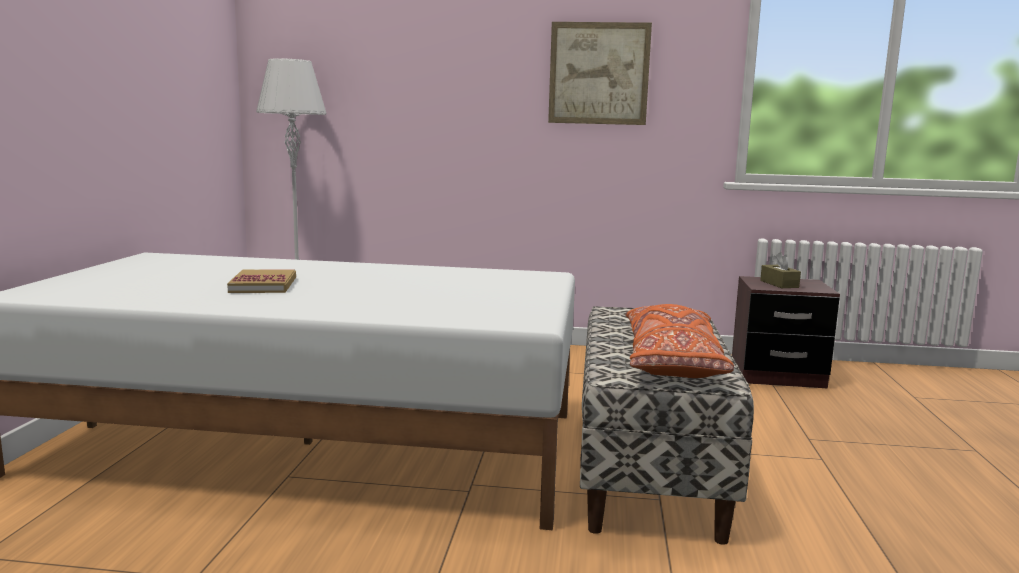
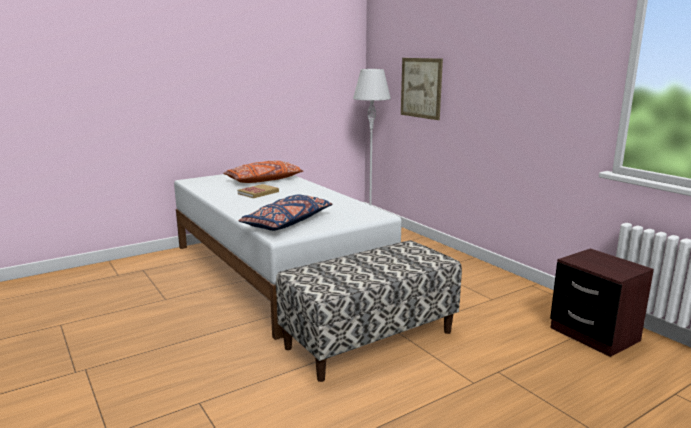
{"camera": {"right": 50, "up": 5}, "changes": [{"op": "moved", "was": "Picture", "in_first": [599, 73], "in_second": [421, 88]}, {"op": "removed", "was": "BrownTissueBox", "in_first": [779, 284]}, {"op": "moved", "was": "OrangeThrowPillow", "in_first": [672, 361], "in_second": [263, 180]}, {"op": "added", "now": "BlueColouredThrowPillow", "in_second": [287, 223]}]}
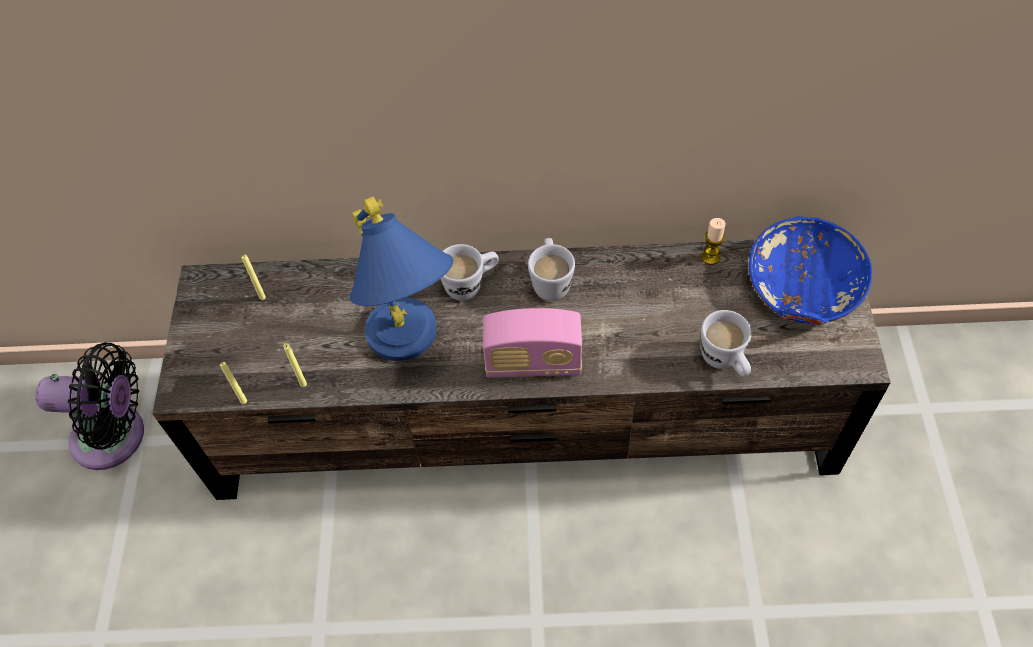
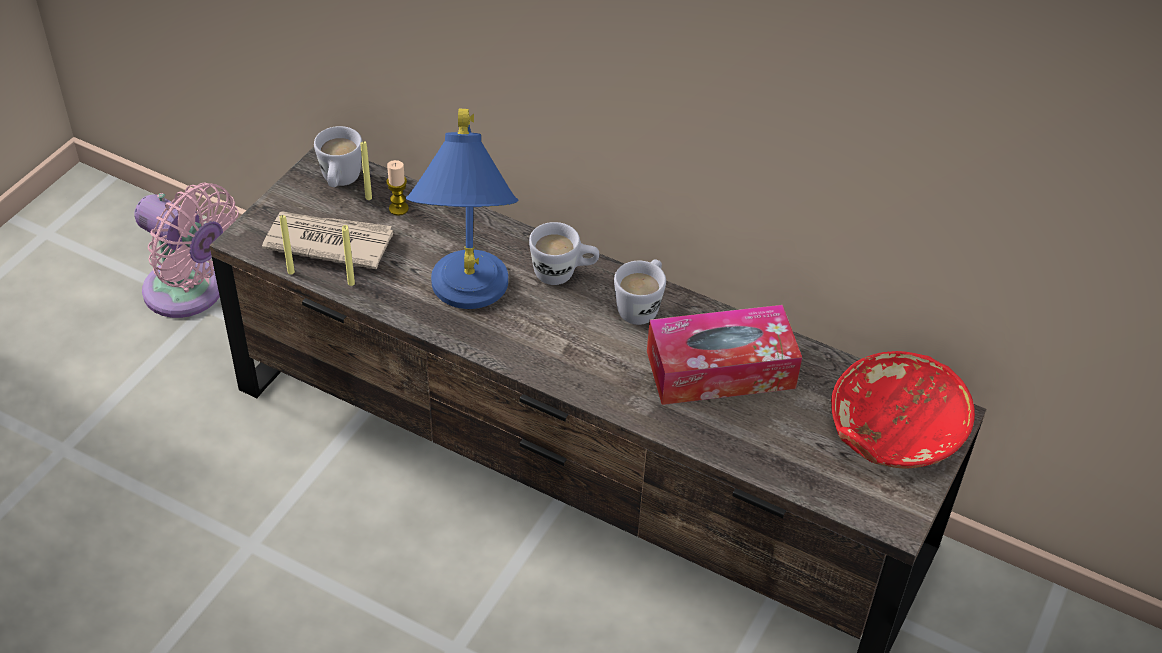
{"camera": {"right": 25, "up": -10}, "changes": [{"op": "recoloured", "was": "BlueColouredDeepDish", "now": "RedColouredDeepDish", "in_first": [803, 286], "in_second": [894, 429]}, {"op": "moved", "was": "WaxCandle", "in_first": [710, 257], "in_second": [398, 208]}, {"op": "removed", "was": "RadioSet", "in_first": [533, 363]}, {"op": "moved", "was": "WhiteCoffeeMug", "in_first": [725, 362], "in_second": [340, 182]}, {"op": "recoloured", "was": "BlackElectricFan", "now": "PinkColouredElectricFan", "in_first": [116, 437], "in_second": [190, 293]}, {"op": "added", "now": "Newspaper", "in_second": [328, 242]}, {"op": "added", "now": "TissueBox", "in_second": [720, 369]}]}
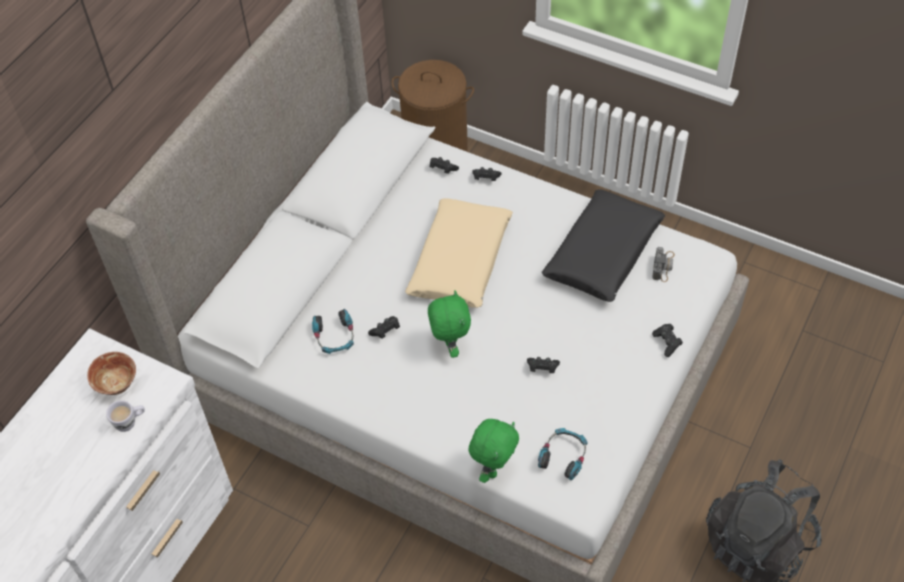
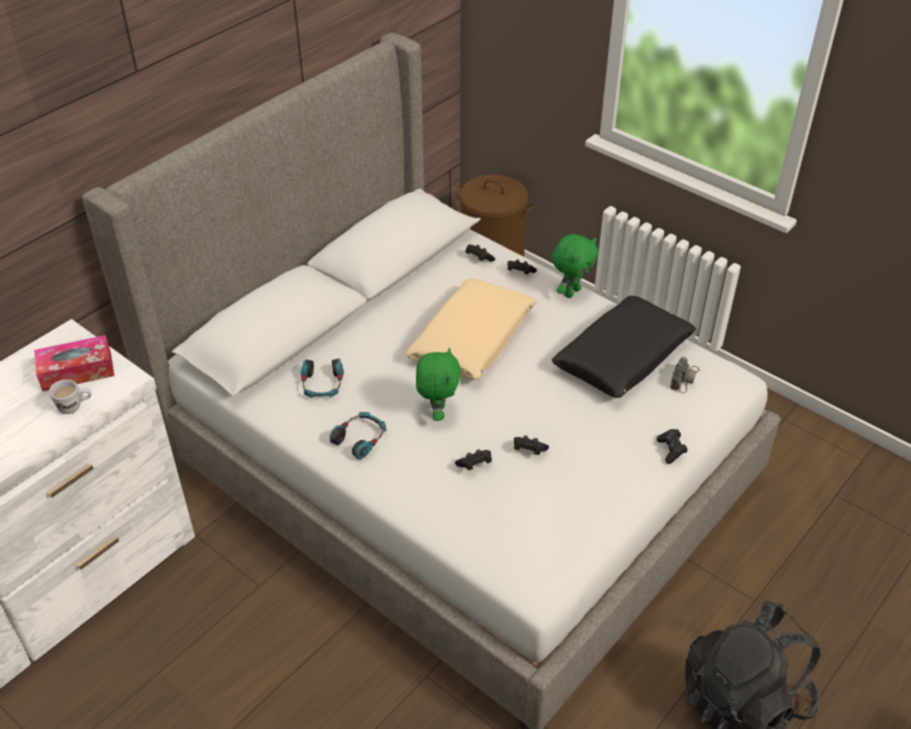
{"camera": {"right": 10, "up": -10}, "changes": [{"op": "moved", "was": "BlackGameController", "in_first": [385, 331], "in_second": [475, 465]}, {"op": "replaced", "was": "DeepDish", "now": "TissueBox", "in_first": [117, 384], "in_second": [77, 371]}, {"op": "moved", "was": "GreenColouredPlushToy", "in_first": [493, 468], "in_second": [571, 292]}, {"op": "moved", "was": "PairOfHeadphones", "in_first": [563, 456], "in_second": [360, 439]}]}
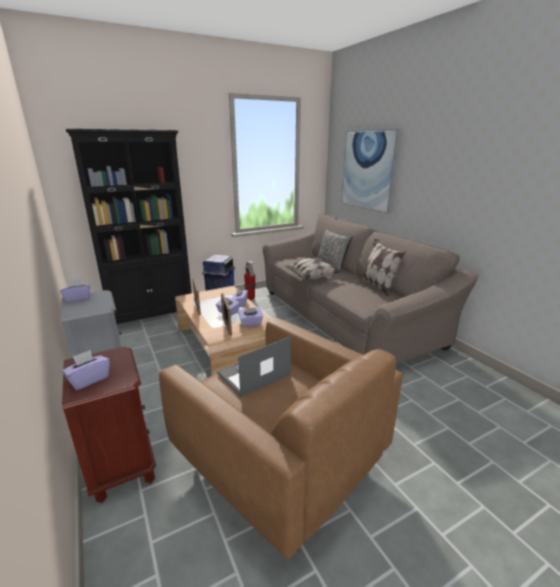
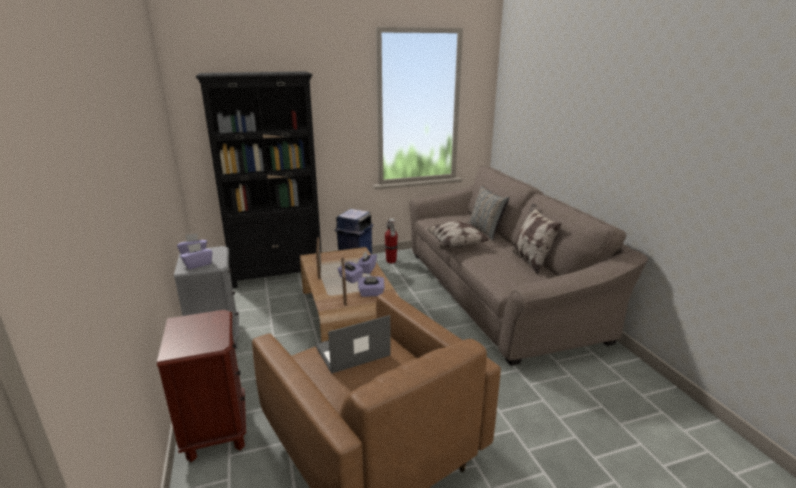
{"camera": {"right": 10, "up": 0}, "changes": [{"op": "removed", "was": "Picture", "in_first": [368, 170]}, {"op": "moved", "was": "PurpleTissueBox", "in_first": [89, 380], "in_second": [198, 264]}]}
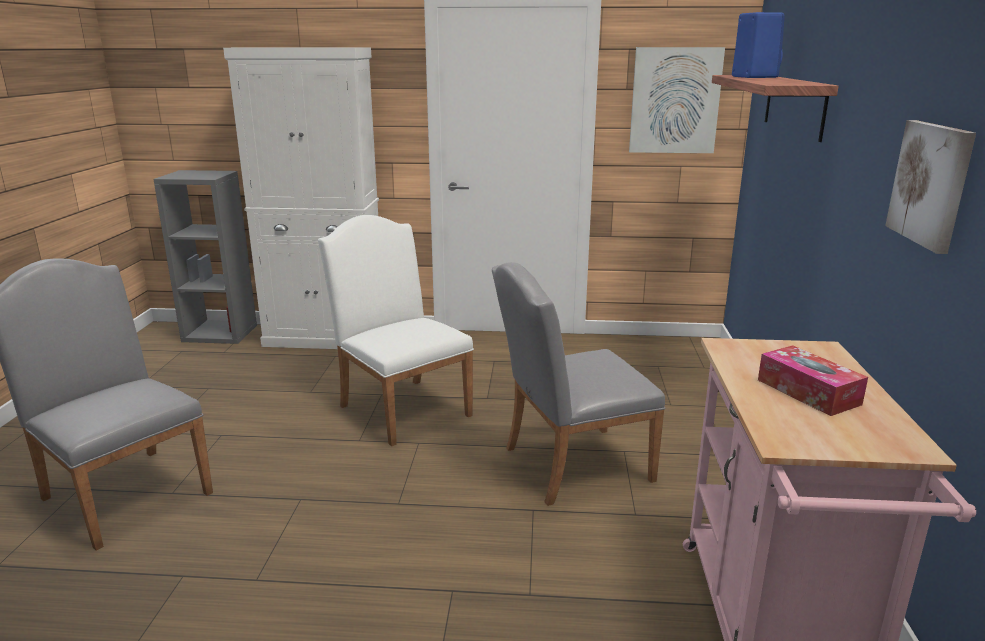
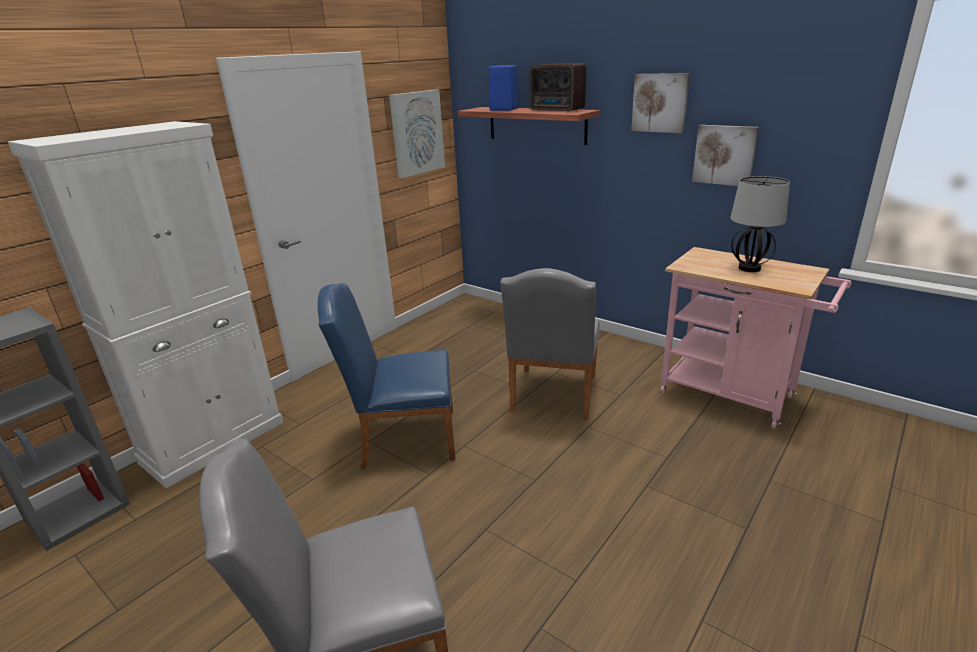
{"camera": {"right": -55, "up": 5}, "changes": [{"op": "recoloured", "was": "WhiteUprightChair", "now": "BlueColouredUprightChair", "in_first": [400, 407], "in_second": [401, 438]}, {"op": "replaced", "was": "TissueBox", "now": "TableLamp", "in_first": [808, 392], "in_second": [749, 268]}, {"op": "added", "now": "RadioSet", "in_second": [557, 110]}, {"op": "added", "now": "Picture", "in_second": [660, 103]}]}
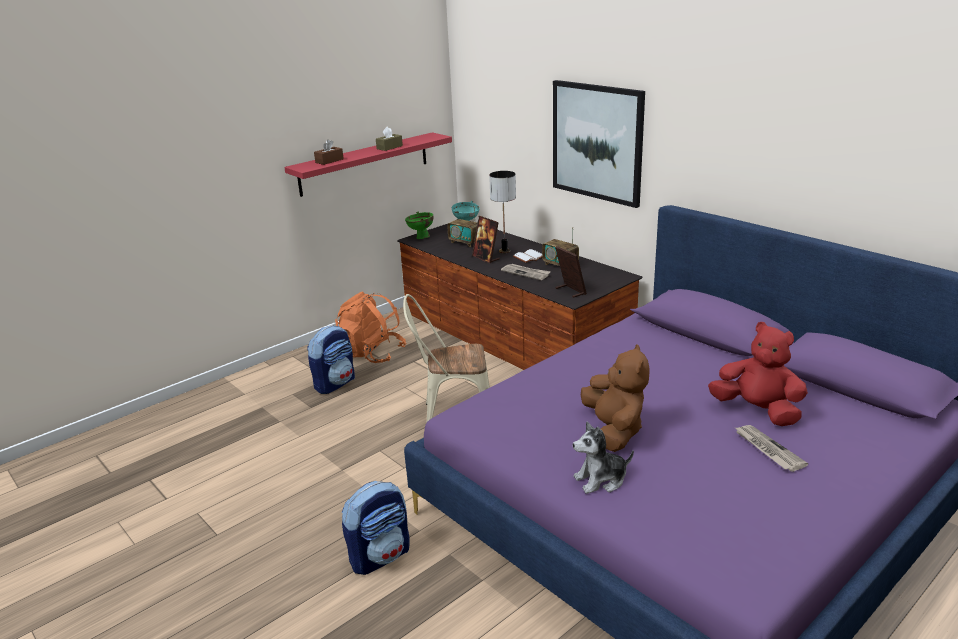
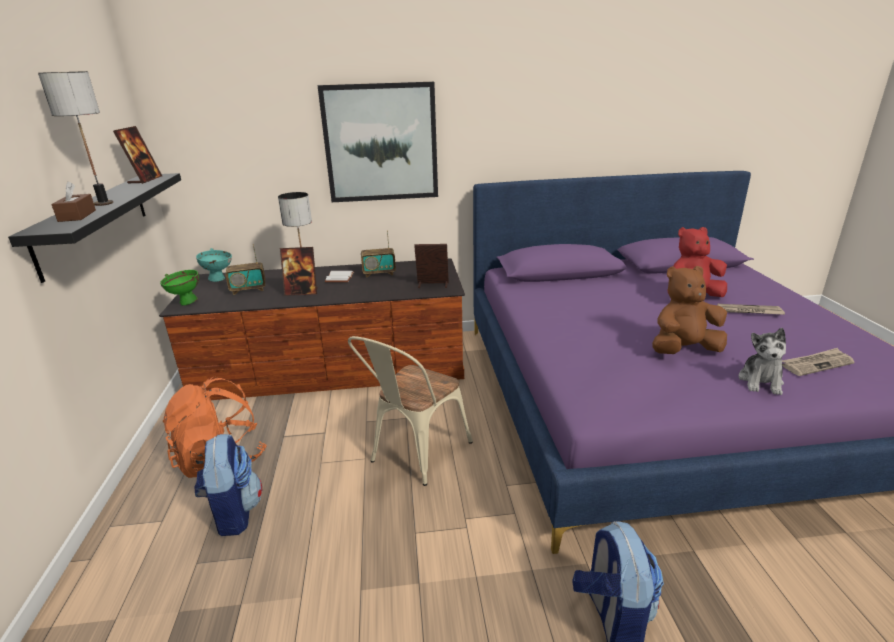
{"camera": {"right": -55, "up": 0}, "changes": [{"op": "removed", "was": "BrownTissueBox", "in_first": [389, 147]}, {"op": "recoloured", "was": "RedColouredShelf", "now": "BlackShelf", "in_first": [364, 163], "in_second": [95, 221]}, {"op": "moved", "was": "Newspaper", "in_first": [526, 273], "in_second": [816, 364]}, {"op": "turned", "was": "BrownPlushToy", "in_first": [614, 431], "in_second": [683, 350], "clockwise": -45}, {"op": "added", "now": "TableLamp", "in_second": [104, 203]}, {"op": "added", "now": "PictureFrame", "in_second": [145, 180]}]}
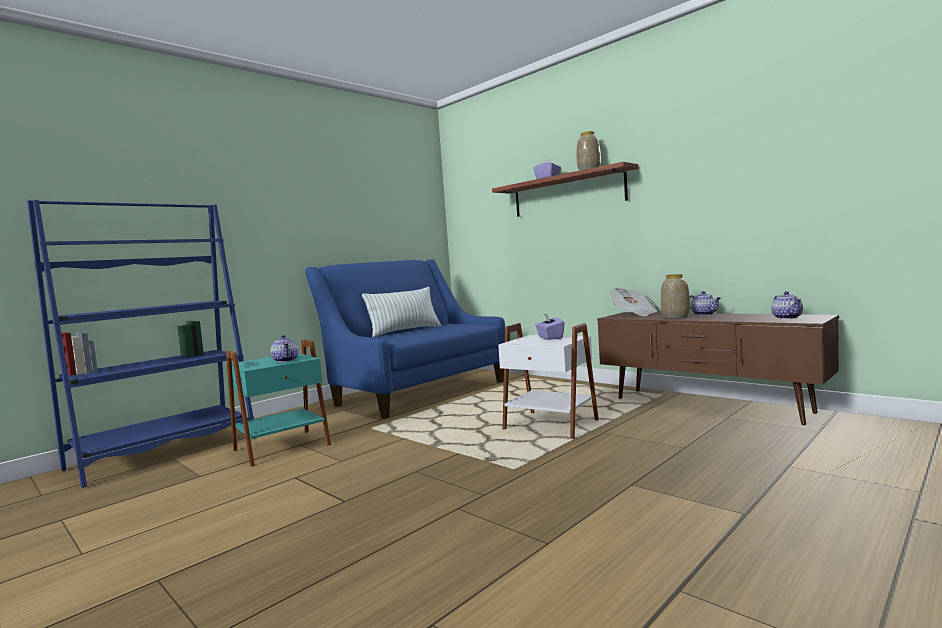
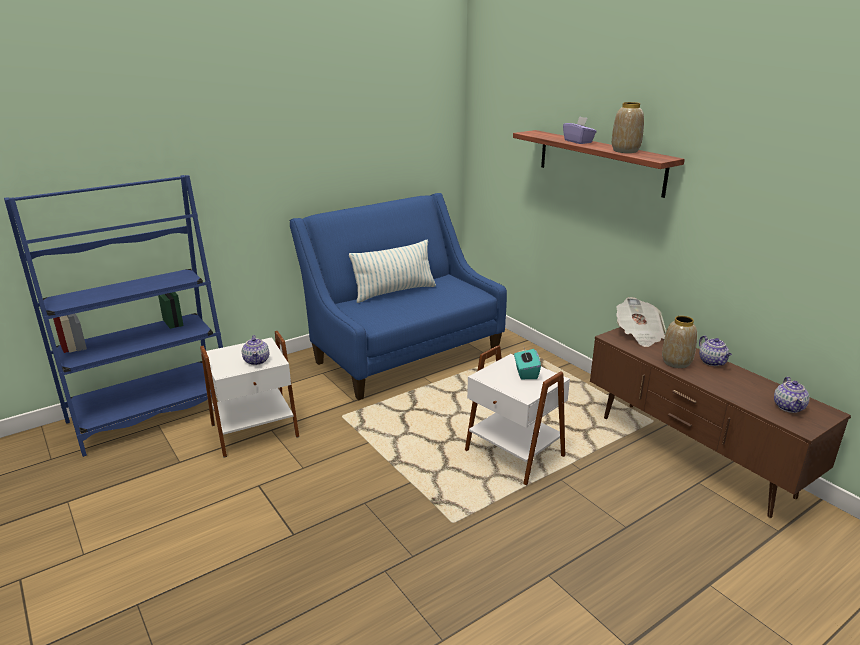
{"camera": {"right": 10, "up": 20}, "changes": [{"op": "recoloured", "was": "PurpleTissueBox", "now": "TurquoiseTissueBox", "in_first": [550, 338], "in_second": [526, 373]}, {"op": "recoloured", "was": "TurquoiseAccentTable", "now": "WhiteAccentTable", "in_first": [283, 448], "in_second": [255, 431]}]}
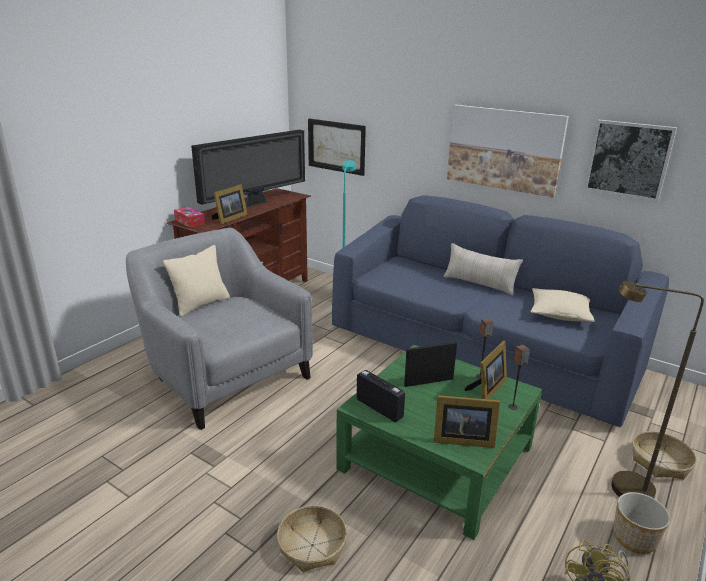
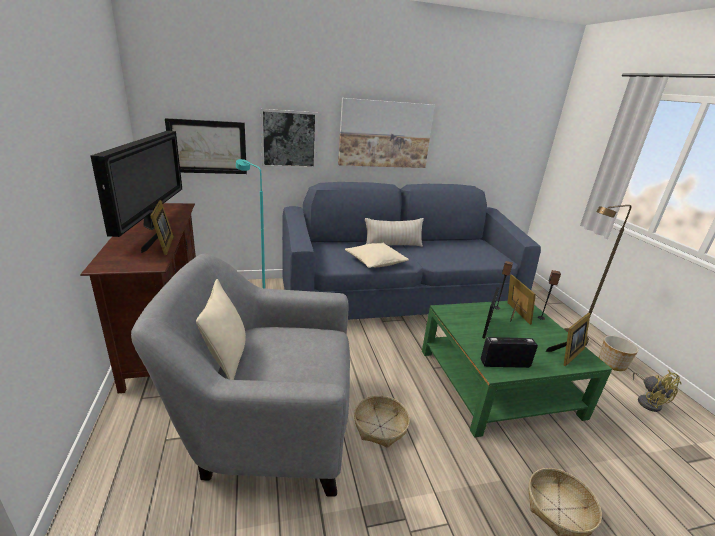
{"camera": {"right": -50, "up": 0}, "changes": [{"op": "moved", "was": "Picture", "in_first": [628, 159], "in_second": [289, 139]}, {"op": "removed", "was": "TissueBox", "in_first": [189, 222]}, {"op": "moved", "was": "BeigeColouredThrowPillow", "in_first": [560, 313], "in_second": [375, 262]}, {"op": "moved", "was": "StorageBasket", "in_first": [660, 462], "in_second": [380, 426]}]}
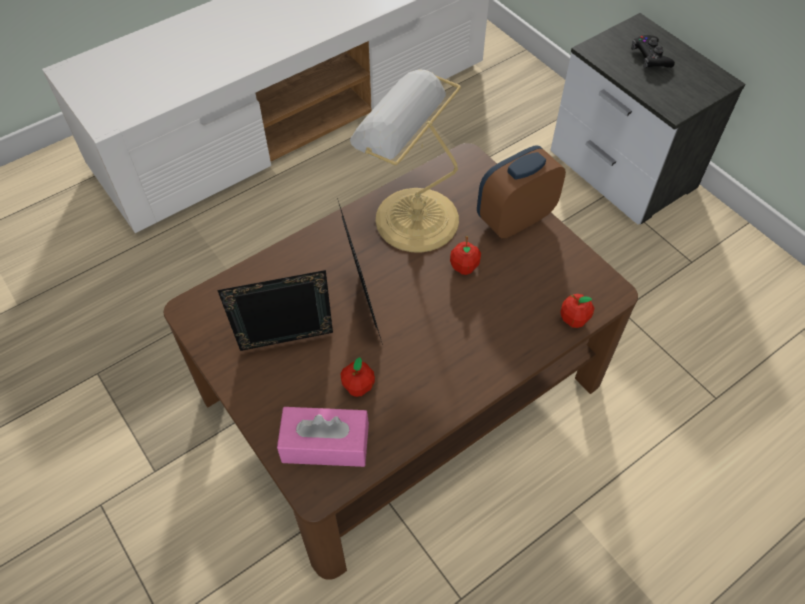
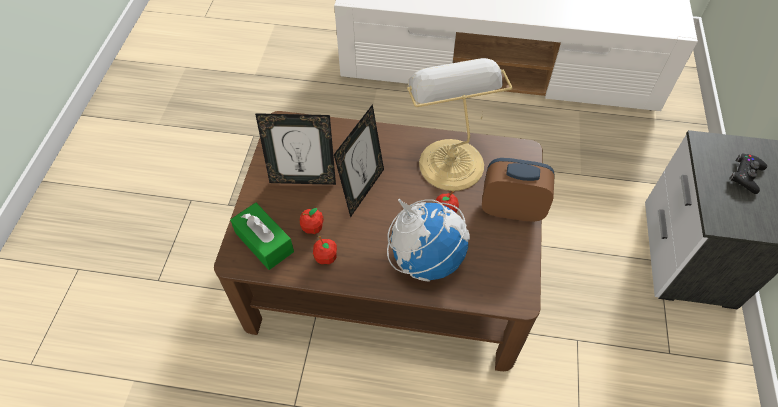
{"camera": {"right": 45, "up": 0}, "changes": [{"op": "turned", "was": "PictureFrame", "in_first": [288, 348], "in_second": [303, 179], "clockwise": 150}, {"op": "moved", "was": "AppleFruit", "in_first": [573, 320], "in_second": [326, 258]}, {"op": "recoloured", "was": "PinkColouredTissueBox", "now": "GreenColouredTissueBox", "in_first": [325, 444], "in_second": [264, 242]}, {"op": "added", "now": "DeskGlobe", "in_second": [426, 259]}]}
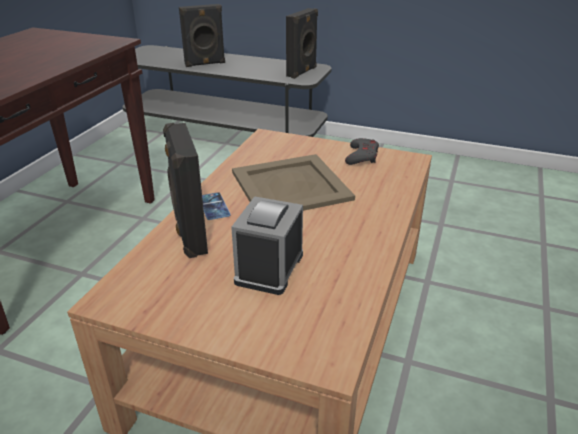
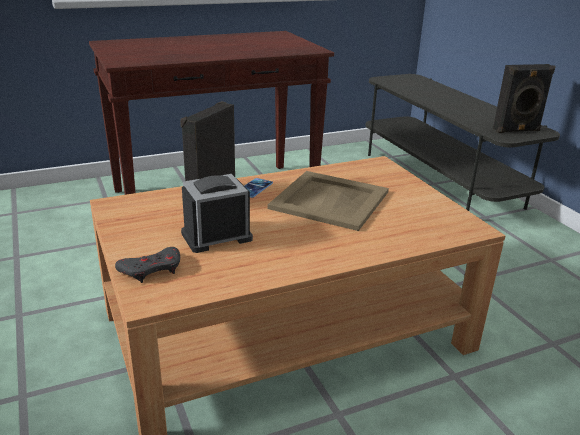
{"camera": {"right": 45, "up": -5}, "changes": [{"op": "removed", "was": "BlackLoudspeaker", "in_first": [205, 64]}, {"op": "moved", "was": "GreyGameController", "in_first": [362, 156], "in_second": [152, 269]}]}
